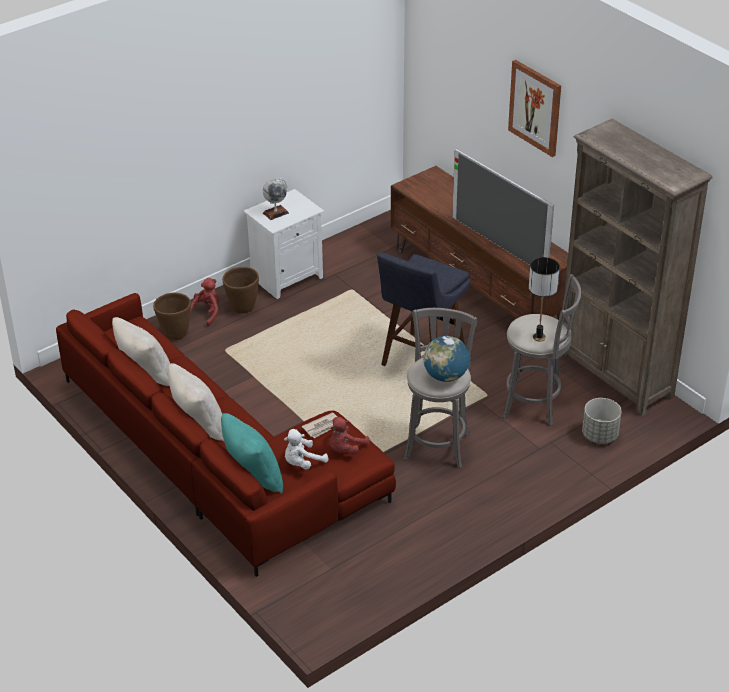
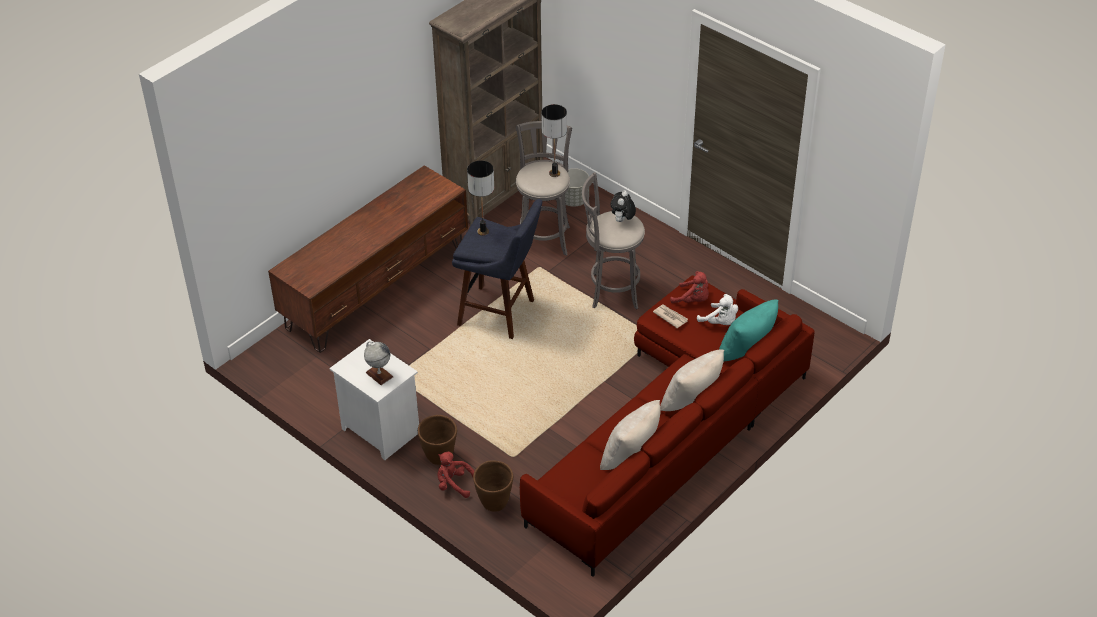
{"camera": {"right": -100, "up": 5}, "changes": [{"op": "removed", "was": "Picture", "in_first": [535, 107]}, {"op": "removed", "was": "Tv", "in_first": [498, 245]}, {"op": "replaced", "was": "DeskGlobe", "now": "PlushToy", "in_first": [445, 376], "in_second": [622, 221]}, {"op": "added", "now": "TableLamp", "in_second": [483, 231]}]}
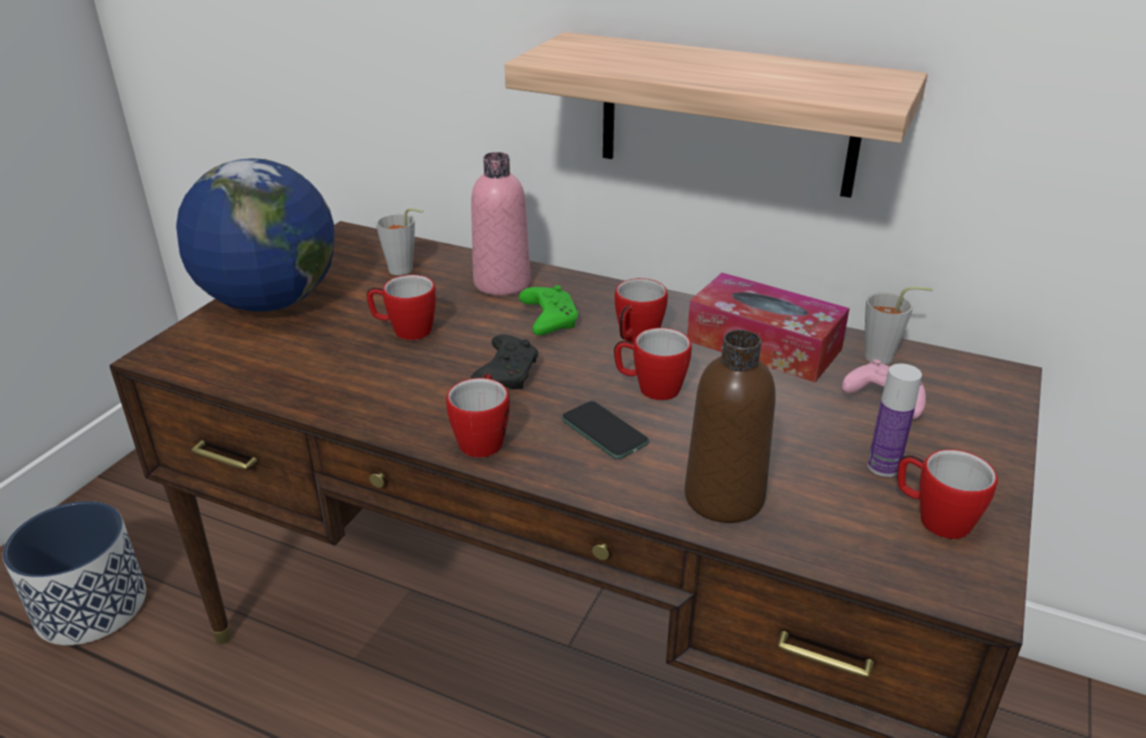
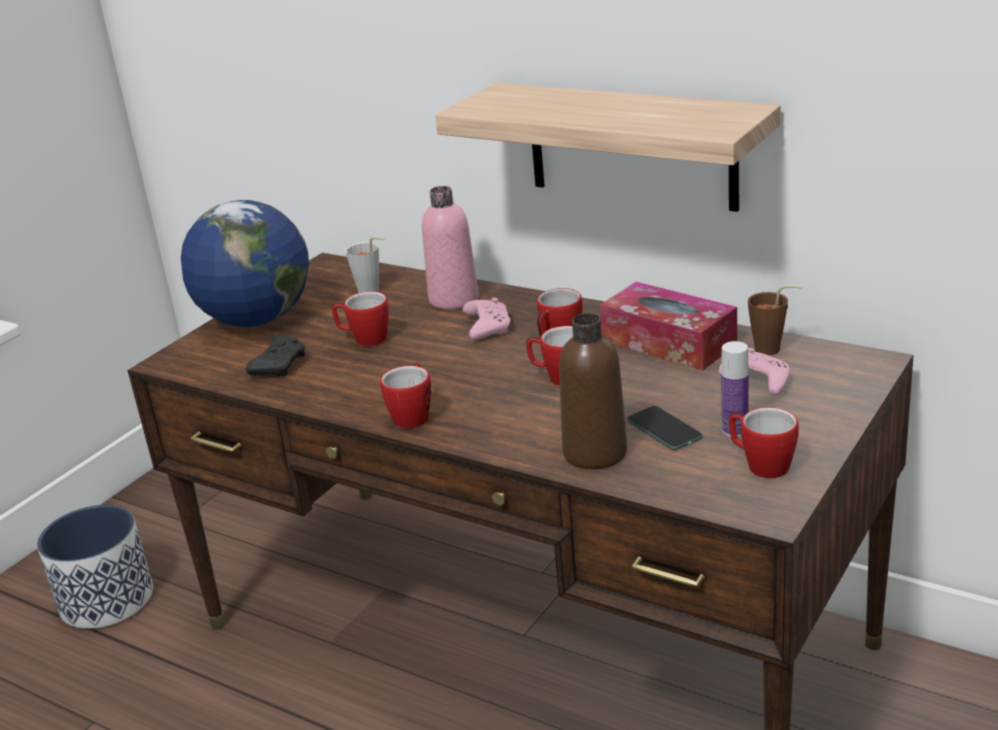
{"camera": {"right": 10, "up": -5}, "changes": [{"op": "recoloured", "was": "GreenColouredGameController", "now": "PinkColouredGameController", "in_first": [548, 320], "in_second": [487, 327]}, {"op": "recoloured", "was": "GreyDrinkingCup", "now": "BrownDrinkingCup", "in_first": [885, 358], "in_second": [773, 350]}, {"op": "moved", "was": "BlackGameController", "in_first": [507, 373], "in_second": [280, 365]}, {"op": "moved", "was": "Handset", "in_first": [604, 431], "in_second": [664, 429]}]}
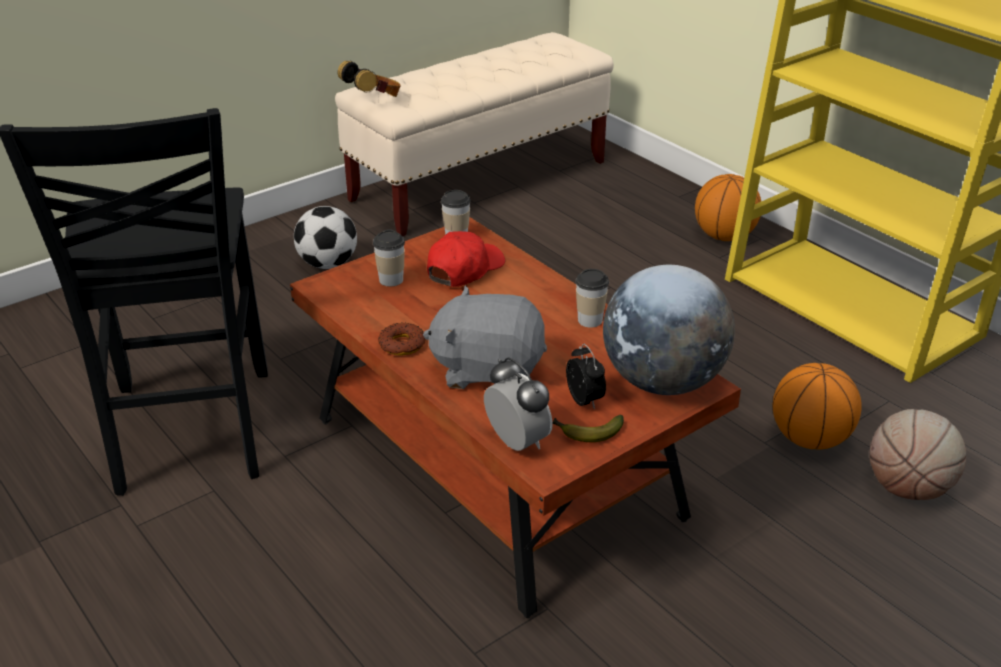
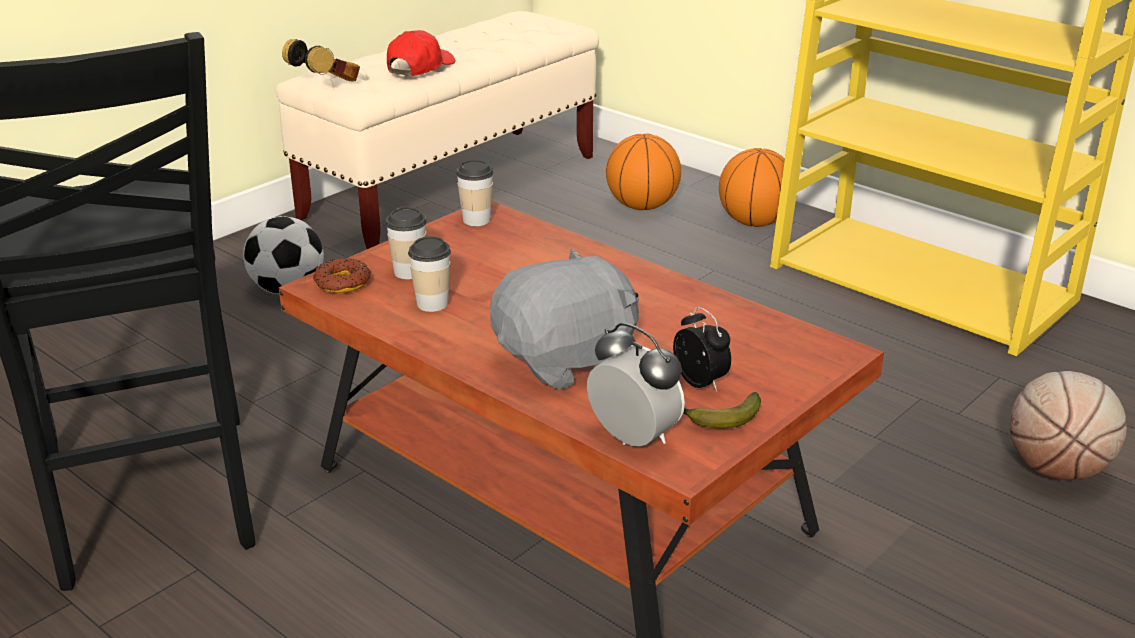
{"camera": {"right": -10, "up": -5}, "changes": [{"op": "moved", "was": "RedColouredBaseballCap", "in_first": [464, 269], "in_second": [420, 67]}, {"op": "removed", "was": "DeskGlobe", "in_first": [663, 382]}, {"op": "moved", "was": "DrinkingCup", "in_first": [590, 320], "in_second": [432, 303]}, {"op": "turned", "was": "GreyPlushToy", "in_first": [488, 370], "in_second": [567, 361], "clockwise": 150}, {"op": "moved", "was": "Donut", "in_first": [401, 344], "in_second": [342, 283]}, {"op": "moved", "was": "BallForBasketball", "in_first": [810, 439], "in_second": [642, 206]}]}
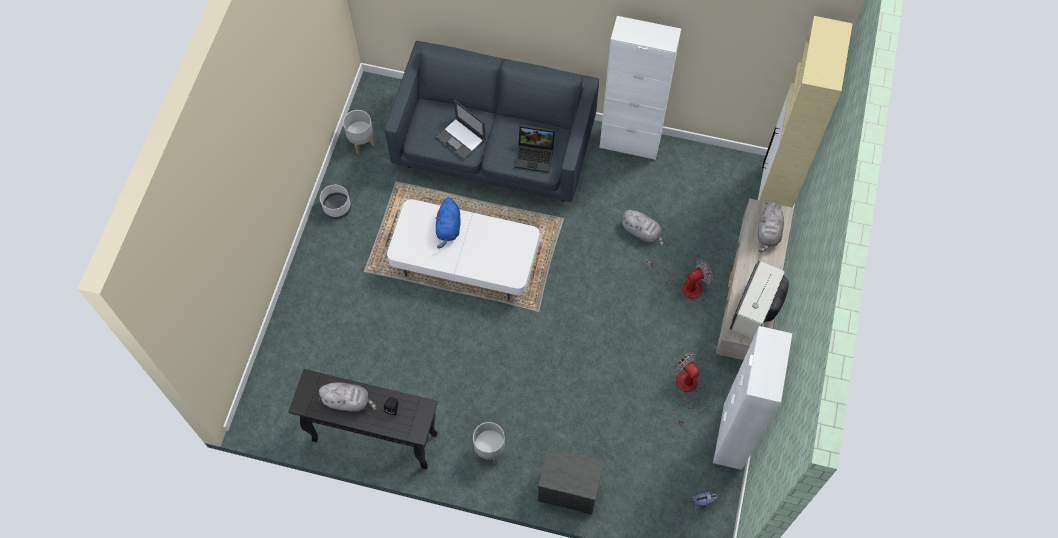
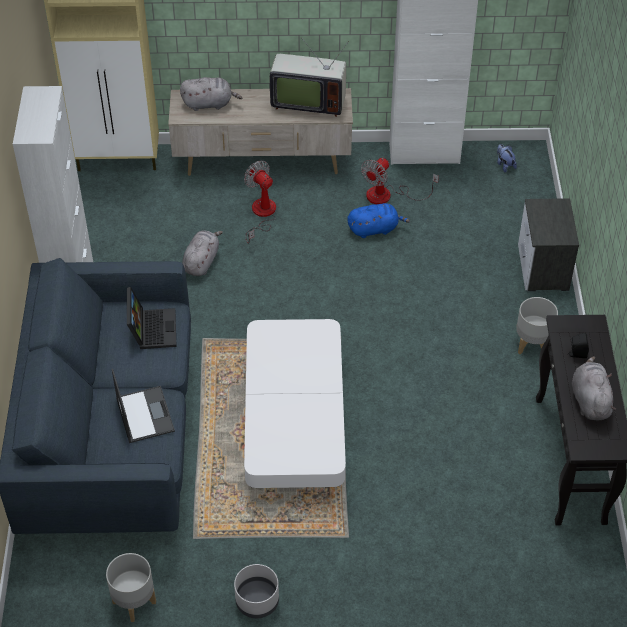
{"camera": {"right": -105, "up": -15}, "changes": [{"op": "turned", "was": "Laptop", "in_first": [461, 139], "in_second": [144, 414], "clockwise": -45}, {"op": "moved", "was": "BlueColouredPlushToy", "in_first": [448, 228], "in_second": [375, 229]}]}
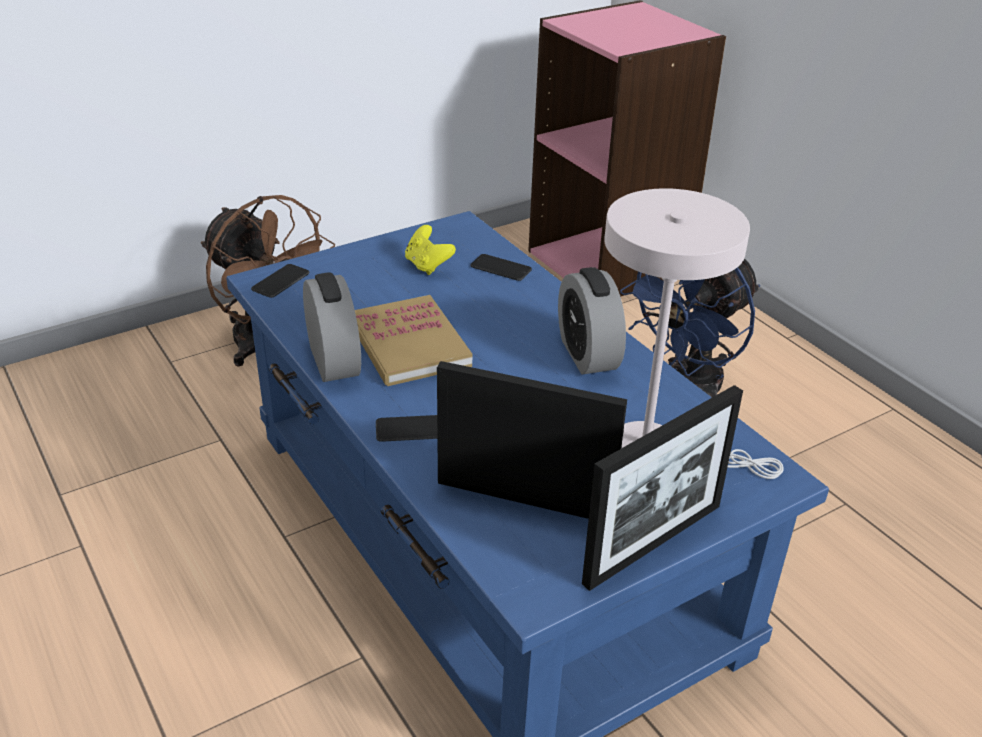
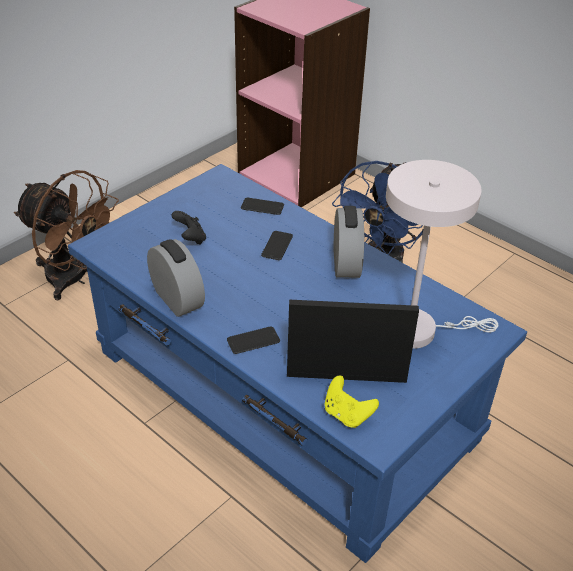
{"camera": {"right": -15, "up": 5}, "changes": [{"op": "moved", "was": "YellowColouredGameController", "in_first": [427, 265], "in_second": [347, 414]}, {"op": "moved", "was": "Handset", "in_first": [280, 282], "in_second": [277, 246]}, {"op": "turned", "was": "BedsideClock", "in_first": [587, 354], "in_second": [346, 263], "clockwise": -150}, {"op": "removed", "was": "Book", "in_first": [409, 344]}, {"op": "removed", "was": "PictureFrame", "in_first": [653, 543]}, {"op": "added", "now": "BlackGameController", "in_second": [190, 238]}]}
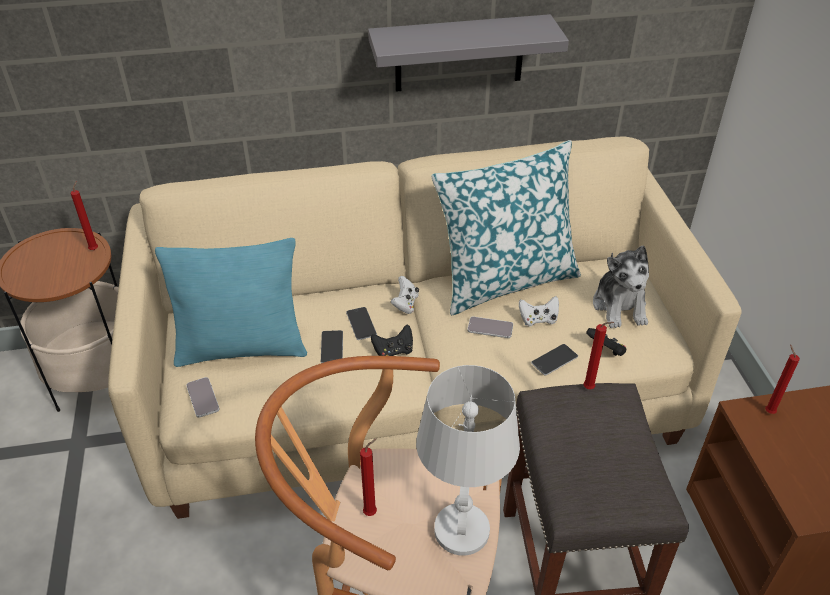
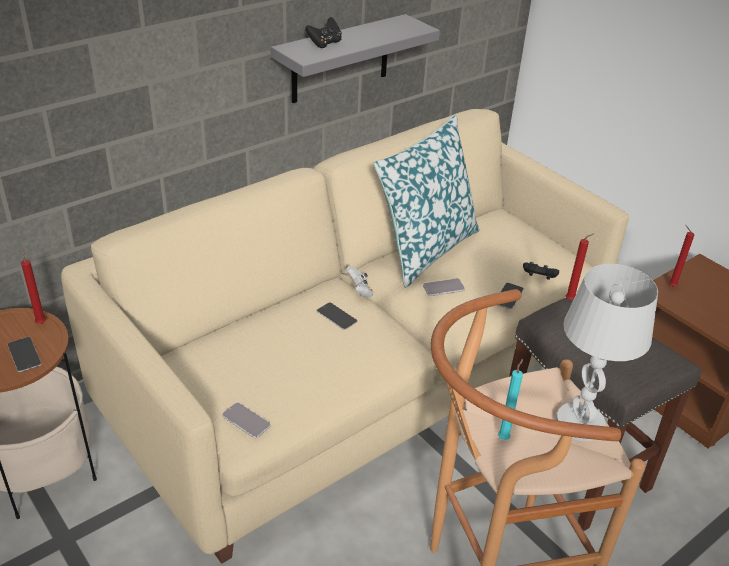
{"camera": {"right": -30, "up": -5}, "changes": [{"op": "removed", "was": "TurquoiseThrowPillow", "in_first": [242, 348]}, {"op": "removed", "was": "PlushToy", "in_first": [620, 306]}, {"op": "removed", "was": "WhiteGameController", "in_first": [538, 319]}, {"op": "moved", "was": "BlackGameController", "in_first": [393, 351], "in_second": [324, 43]}, {"op": "moved", "was": "Handset", "in_first": [332, 347], "in_second": [24, 354]}, {"op": "recoloured", "was": "RedColouredWaxCandle", "now": "TurquoiseWaxCandle", "in_first": [372, 512], "in_second": [504, 437]}]}
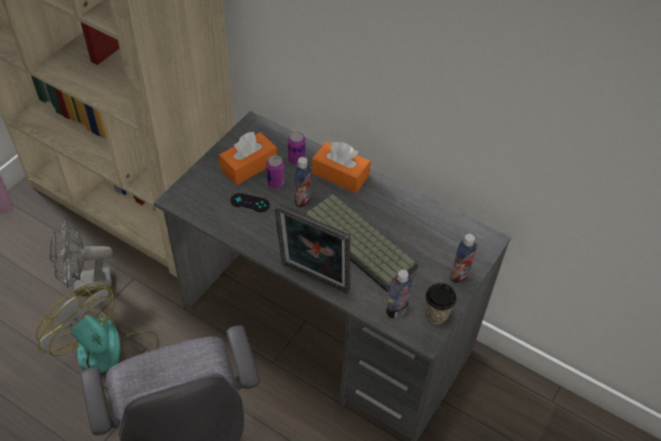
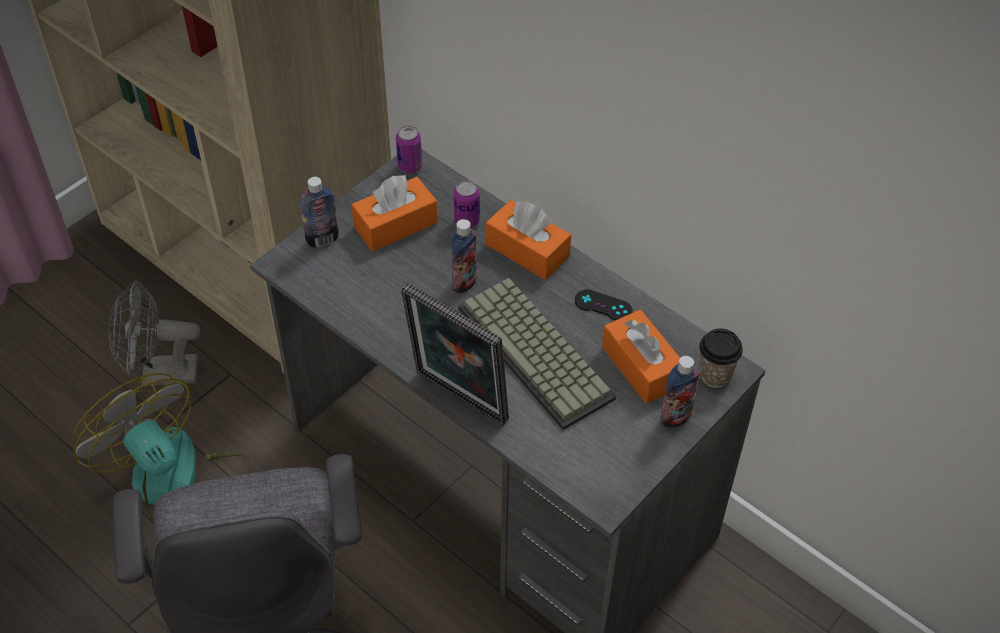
{"camera": {"right": 10, "up": 0}, "changes": [{"op": "moved", "was": "SealedCan", "in_first": [276, 183], "in_second": [410, 166]}, {"op": "moved", "was": "BlackGameController", "in_first": [250, 203], "in_second": [603, 306]}, {"op": "moved", "was": "DrinkBottle", "in_first": [396, 310], "in_second": [322, 239]}, {"op": "moved", "was": "DrinkingCup", "in_first": [436, 314], "in_second": [714, 375]}, {"op": "added", "now": "OrangeTissueBox", "in_second": [641, 366]}]}
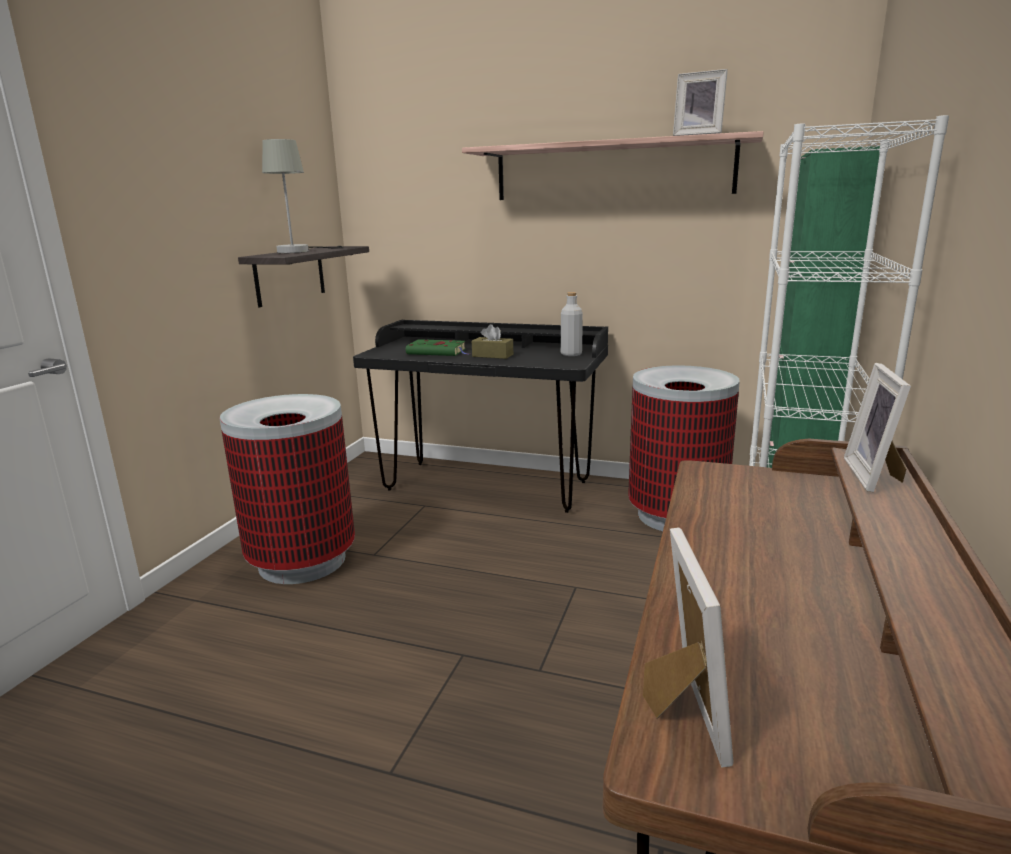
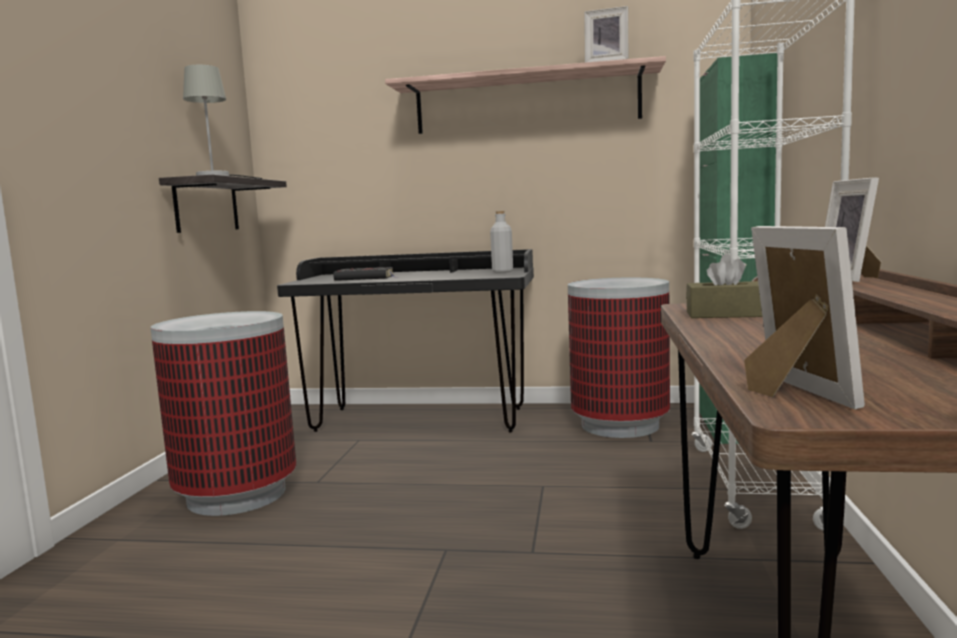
{"camera": {"right": -10, "up": -10}, "changes": [{"op": "moved", "was": "BrownTissueBox", "in_first": [492, 355], "in_second": [725, 314]}, {"op": "recoloured", "was": "GreenColouredBook", "now": "BlackBook", "in_first": [438, 352], "in_second": [366, 278]}]}
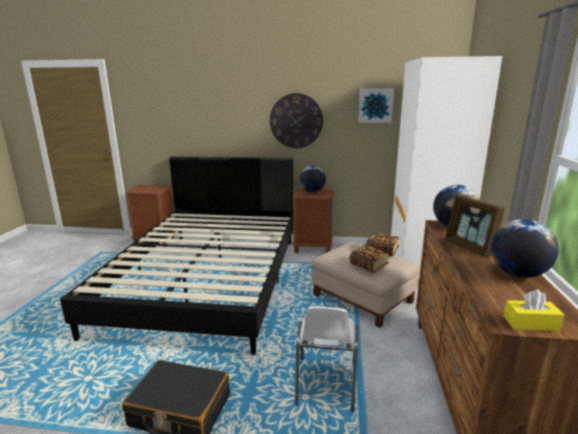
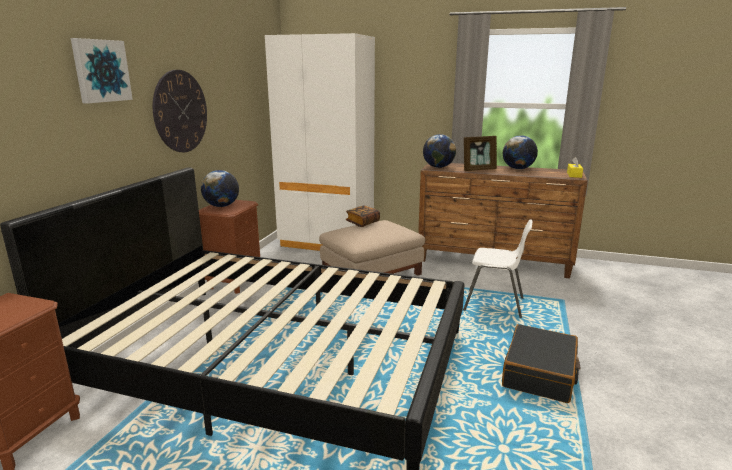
{"camera": {"right": -80, "up": 0}, "changes": [{"op": "moved", "was": "Picture", "in_first": [375, 105], "in_second": [100, 71]}, {"op": "removed", "was": "Book", "in_first": [368, 265]}]}
